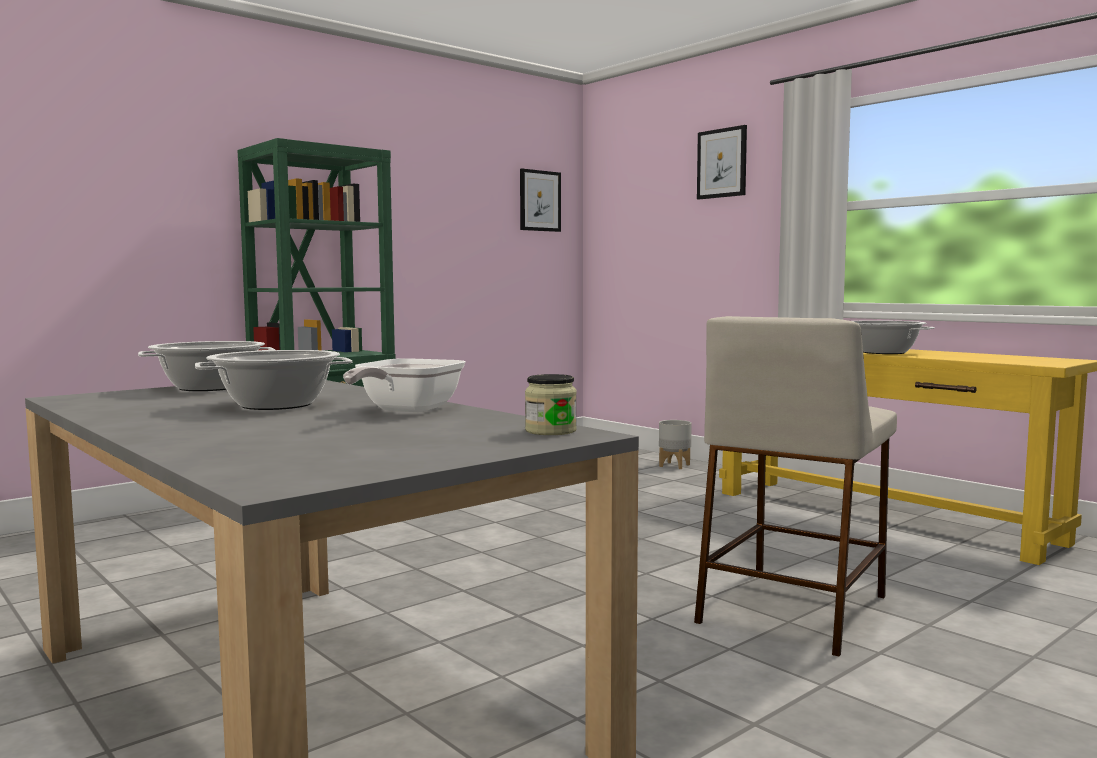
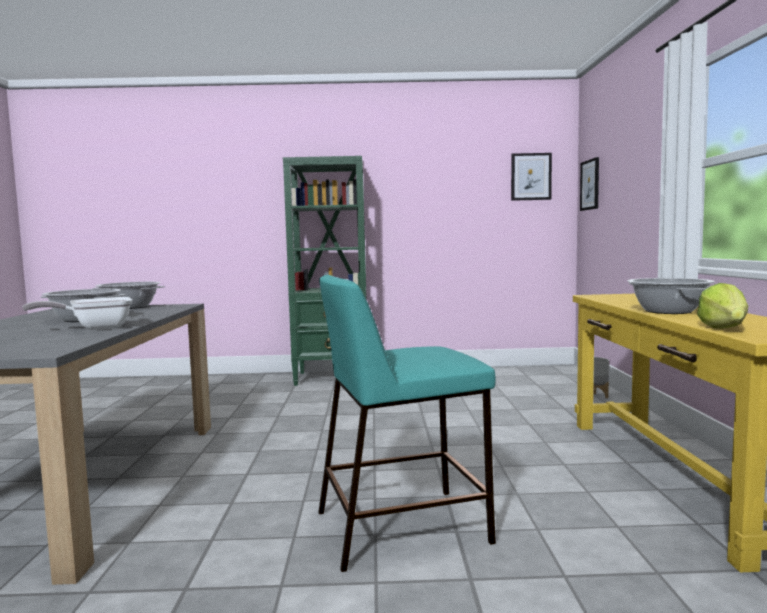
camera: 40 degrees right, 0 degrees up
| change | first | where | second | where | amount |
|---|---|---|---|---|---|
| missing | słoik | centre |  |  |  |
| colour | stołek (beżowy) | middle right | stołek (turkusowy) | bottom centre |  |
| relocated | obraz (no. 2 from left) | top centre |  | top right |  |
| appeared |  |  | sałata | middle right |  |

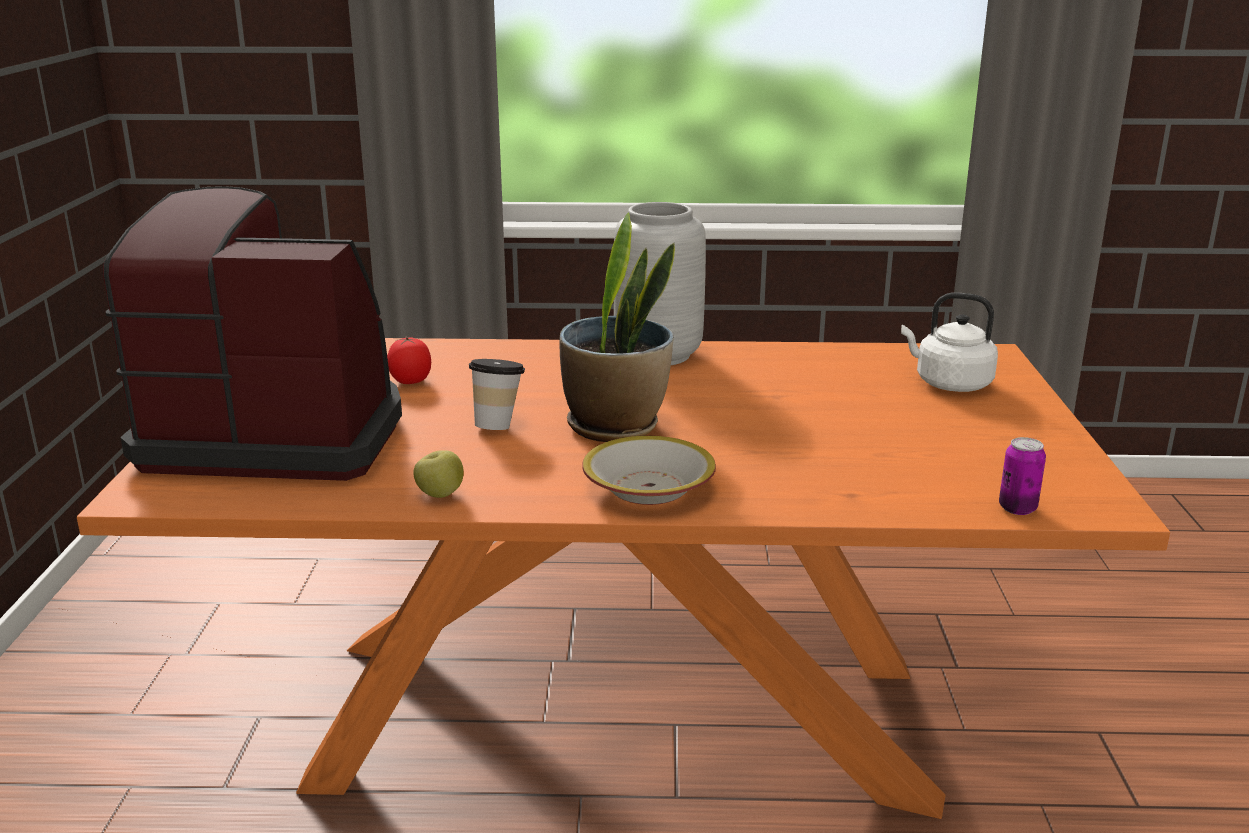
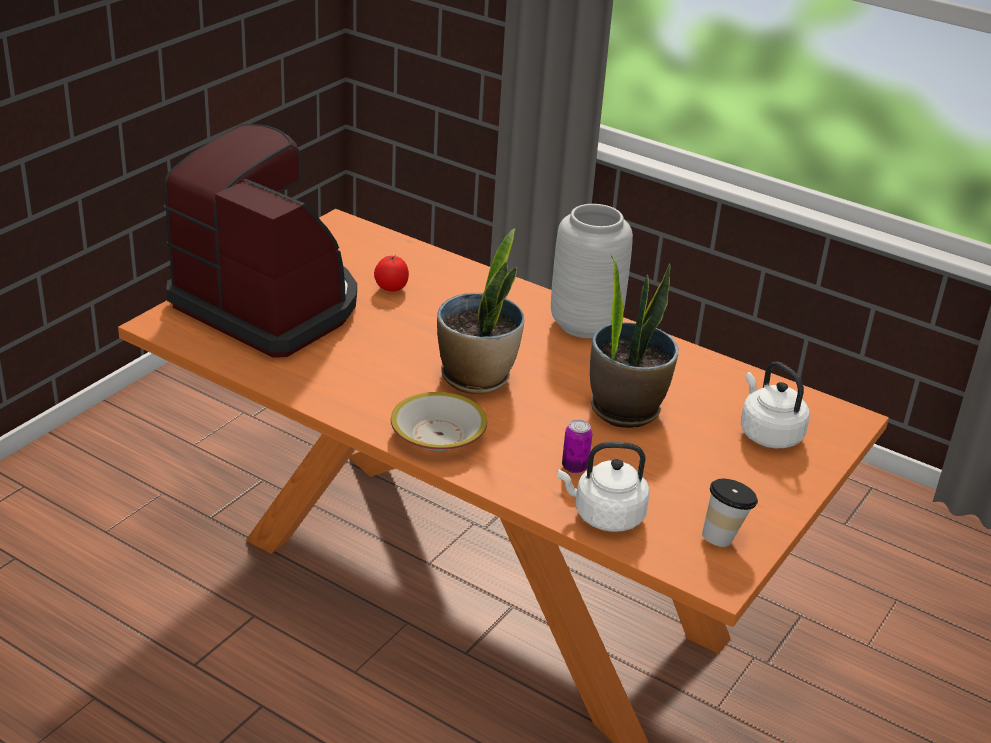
camera: 30 degrees right, 10 degrees up
| change | first | where | second | where | amount |
|---|---|---|---|---|---|
| missing | jabłko | centre |  |  |  |
| relocated | filiżanka | centre |  | bottom right |  |
| relocated | puszka | middle right |  | centre |  |
| appeared |  |  | czajnik (biały) (no. 1 from left) | centre |  |
| appeared |  |  | roślina doniczkowa (no. 2 from left) | centre |  |

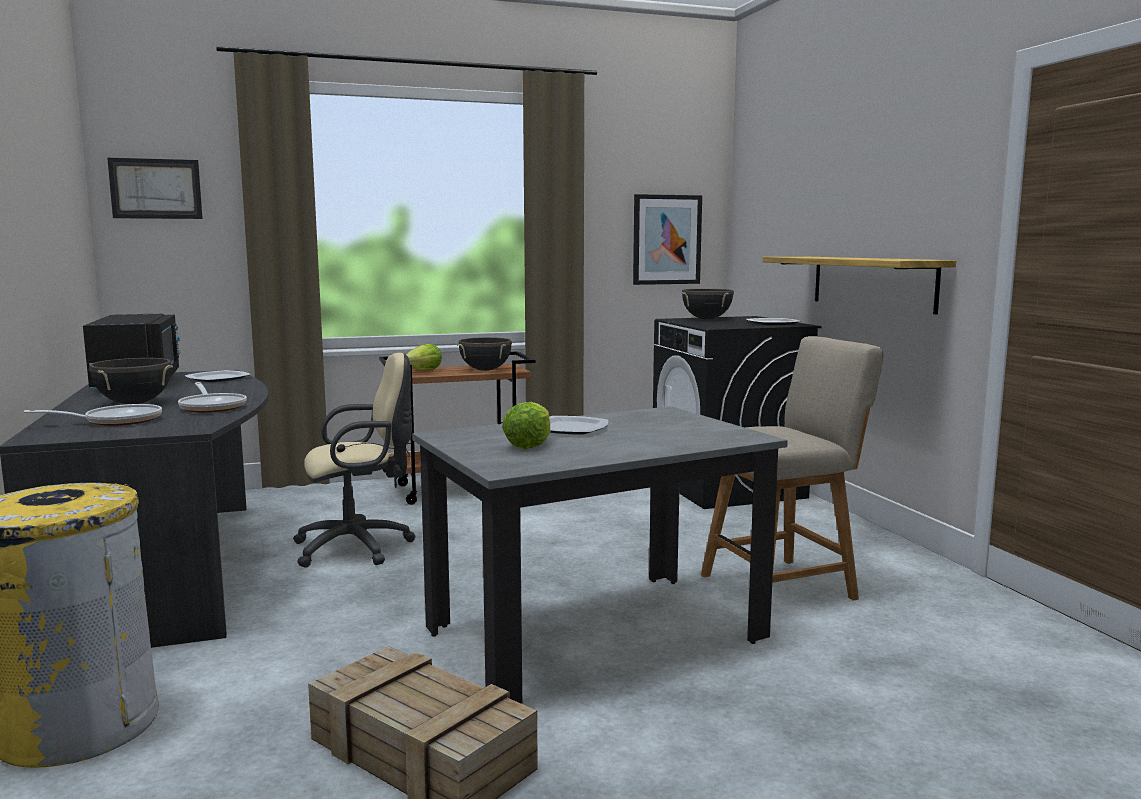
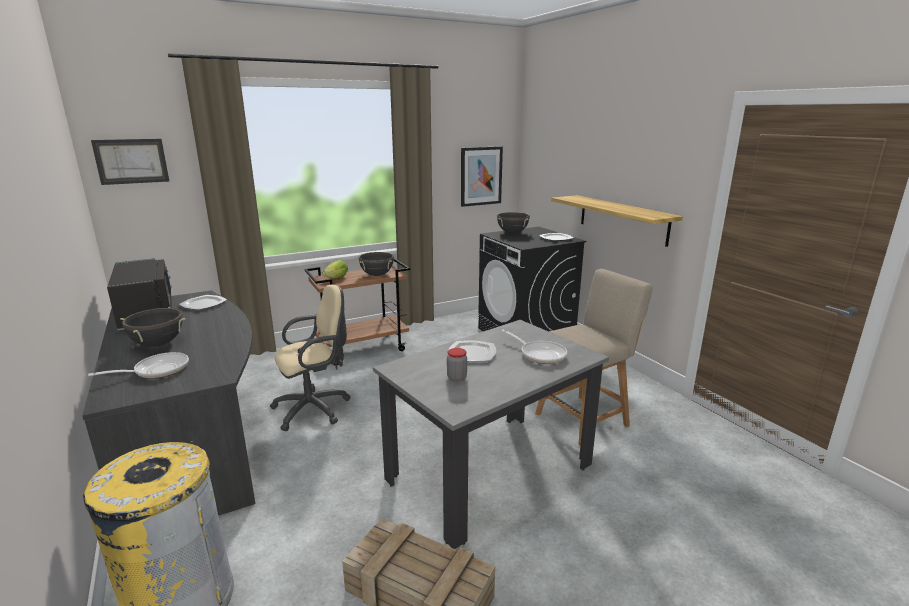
camera: 10 degrees left, 10 degrees up
| change | first | where | second | where | amount |
|---|---|---|---|---|---|
| relocated | patelnia (no. 2 from left) | middle left |  | centre |  |
| exchanged | sałata (no. 2 from left) | centre | słoik | centre |  |

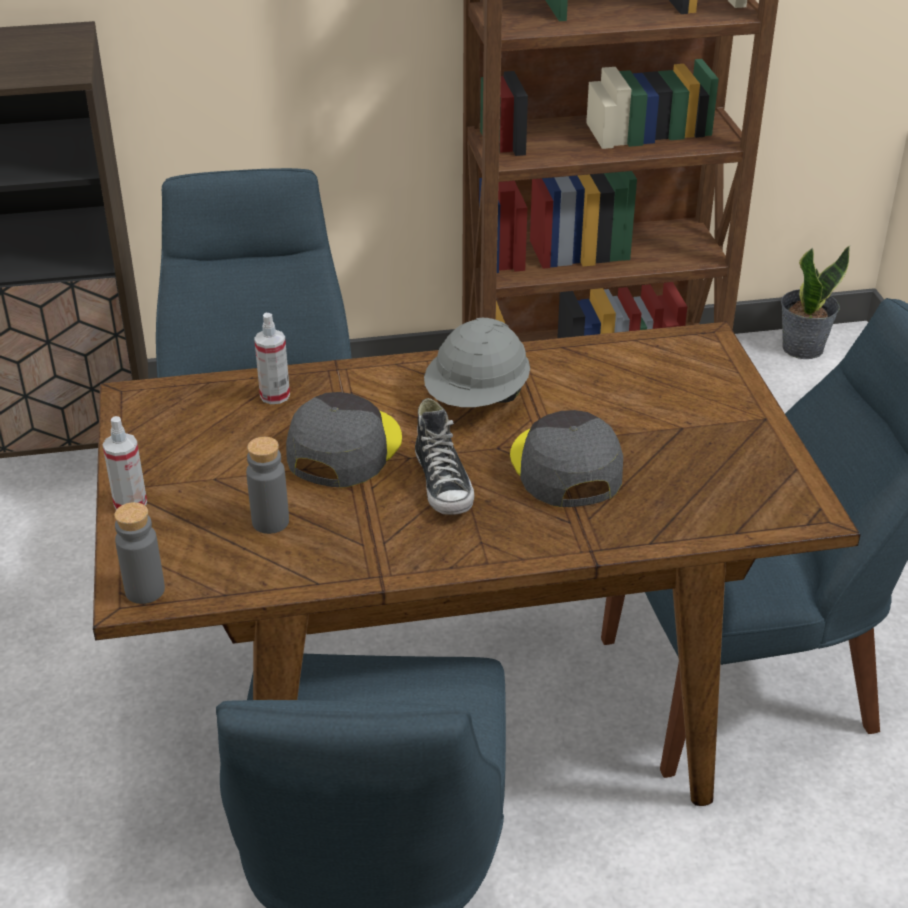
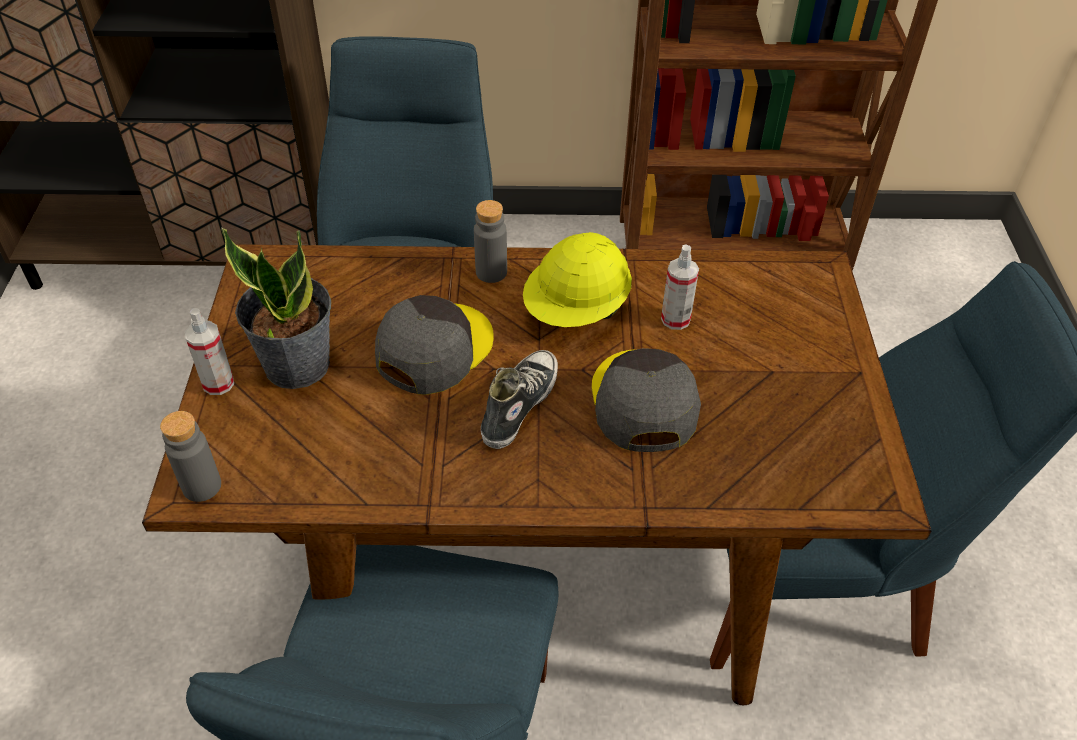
camera: 10 degrees right, 10 degrees up
| change | first | where | second | where | amount |
|---|---|---|---|---|---|
| relocated | butelka (szary) (no. 2 from left) | middle left |  | top centre |  |
| relocated | spryskiwacz (no. 2 from left) | middle left |  | centre |  |
| spun | but | centre |  | centre | 150 degrees counterclockwise |
| colour | kask (szary) | centre | kask (żółty) | centre |  |
| relocated | roślina doniczkowa | top right |  | middle left |  |

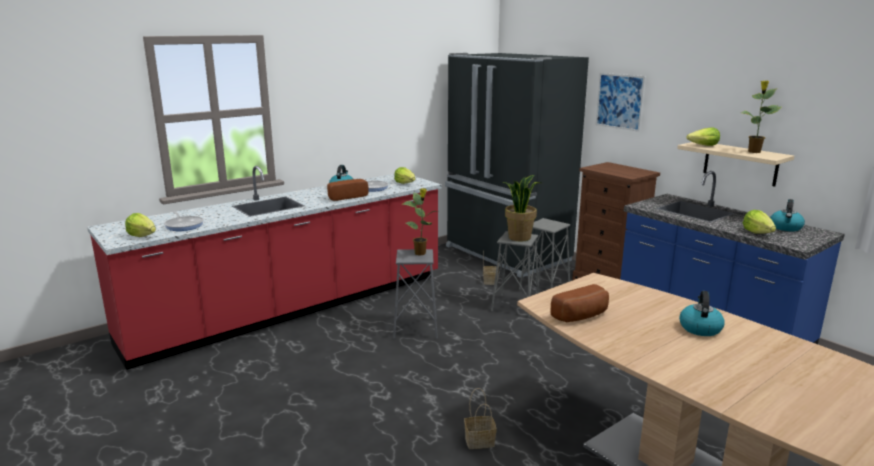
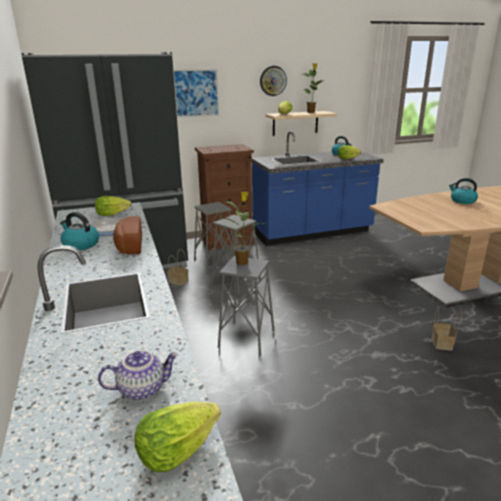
camera: 70 degrees left, 5 degrees up
| change | first | where | second | where | amount |
|---|---|---|---|---|---|
| exchanged | patelnia (no. 1 from left) | middle left | imbryk | bottom left |  |
| missing | roślina doniczkowa (no. 2 from left) | centre |  |  |  |
| missing | chleb (no. 2 from left) | centre |  |  |  |
| appeared |  |  | zegar ścienny | top centre |  |

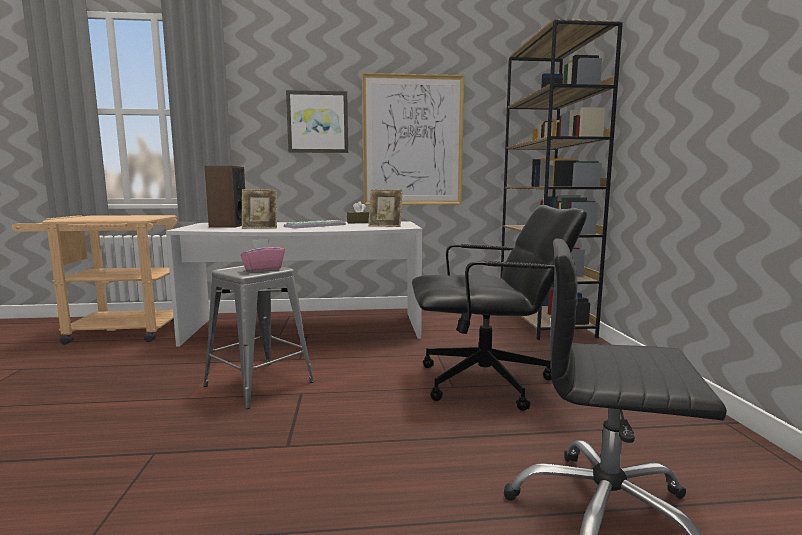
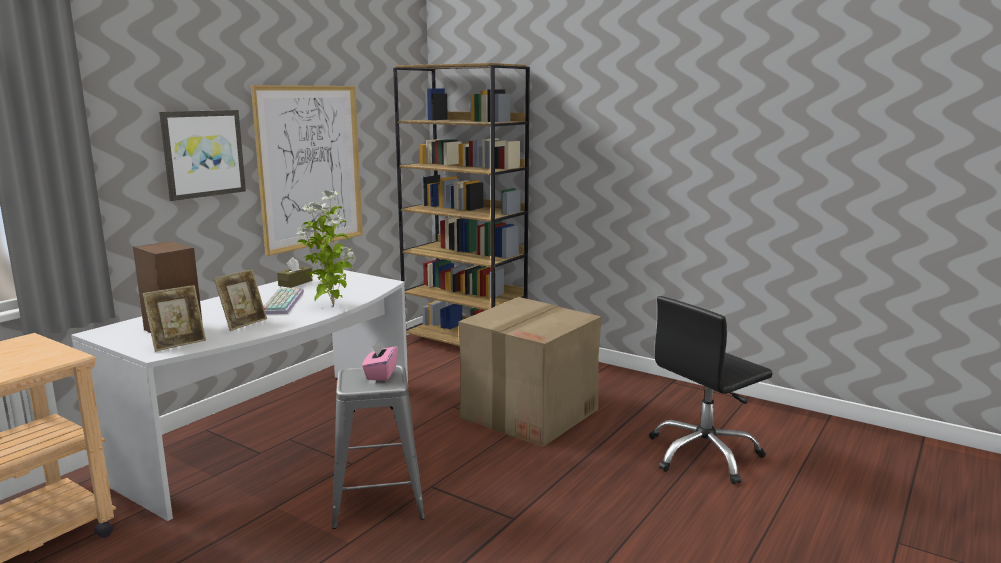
camera: 50 degrees left, 5 degrees up
| change | first | where | second | where | amount |
|---|---|---|---|---|---|
| relocated | ramka na zdjęcie (no. 2 from left in the first image) | centre | ramka na zdjęcie (no. 1 from left) | middle left |  |
| exchanged | krzesło biurowe (czarny) (no. 1 from left) | centre | karton | centre |  |
| appeared |  |  | roślina doniczkowa | middle left |  |

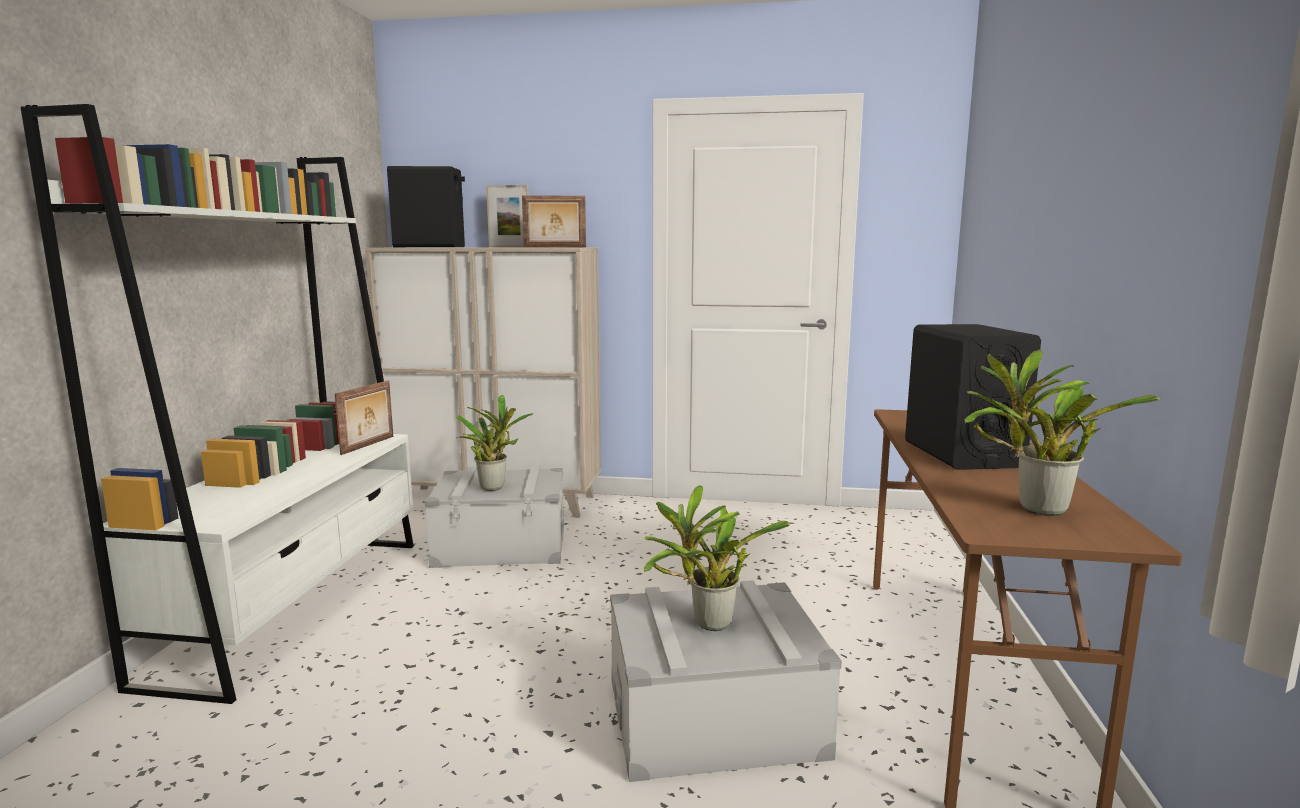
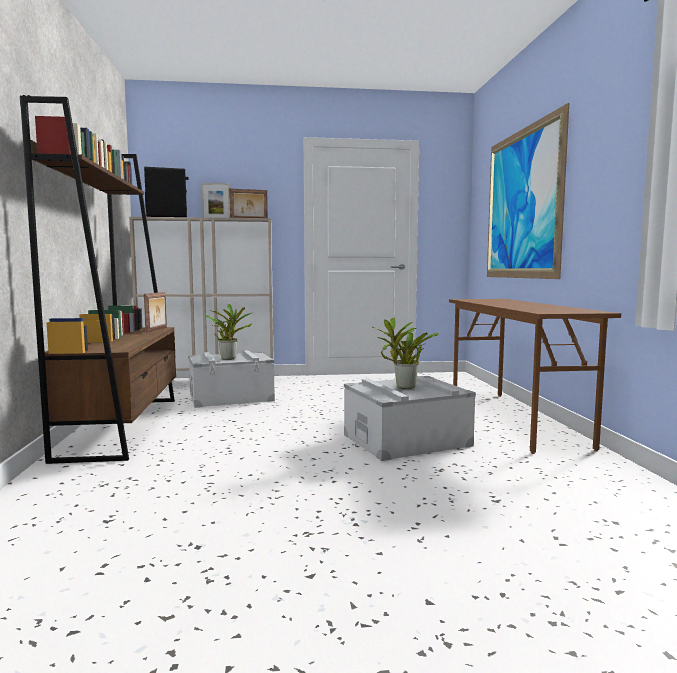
camera: 15 degrees left, 5 degrees down
| change | first | where | second | where | amount |
|---|---|---|---|---|---|
| colour | regał (biały) | middle left | regał (brązowy) | middle left |  |
| missing | głośnik (czarny) (no. 2 from left) | middle right |  |  |  |
| missing | roślina doniczkowa (no. 3 from left) | middle right |  |  |  |
| appeared |  |  | obraz | top right |  |

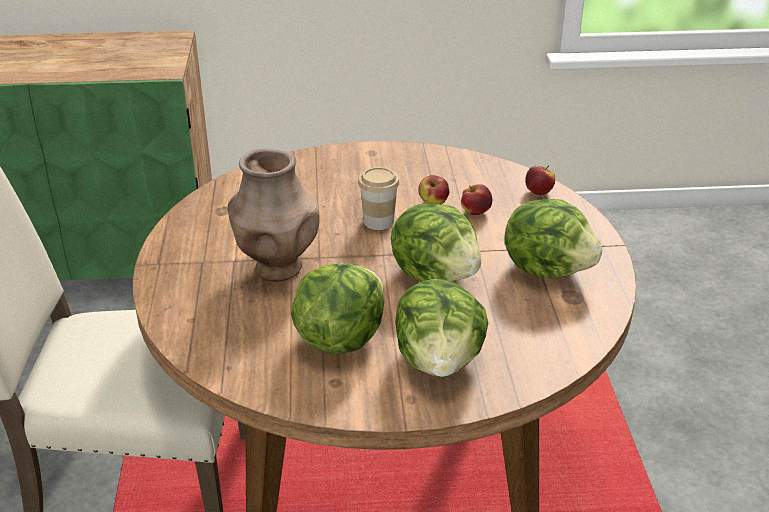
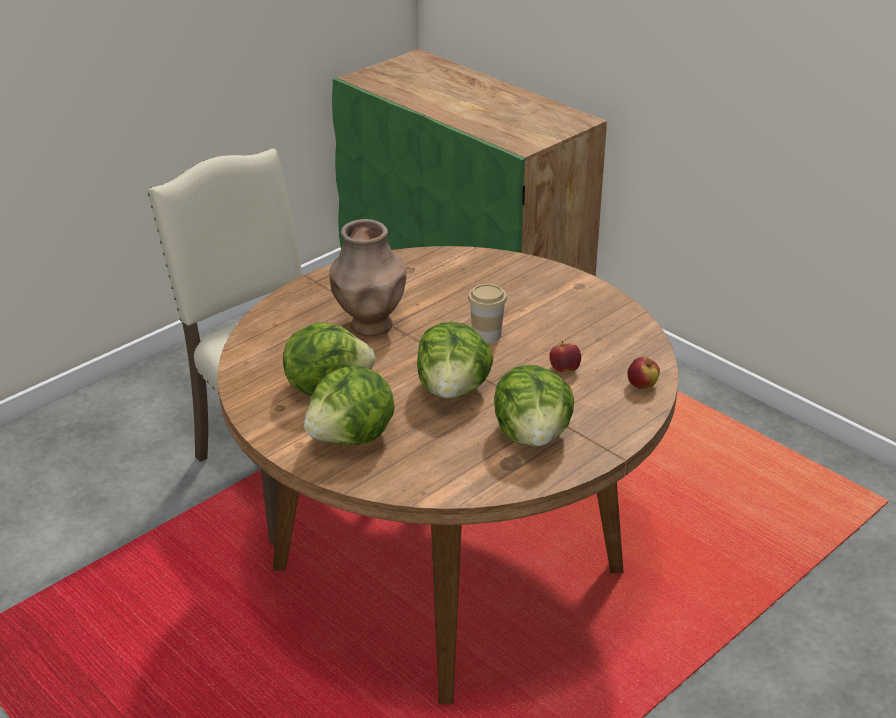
camera: 50 degrees right, 0 degrees up
| change | first | where | second | where | amount |
|---|---|---|---|---|---|
| missing | jabłko (no. 1 from left) | centre |  |  |  |

